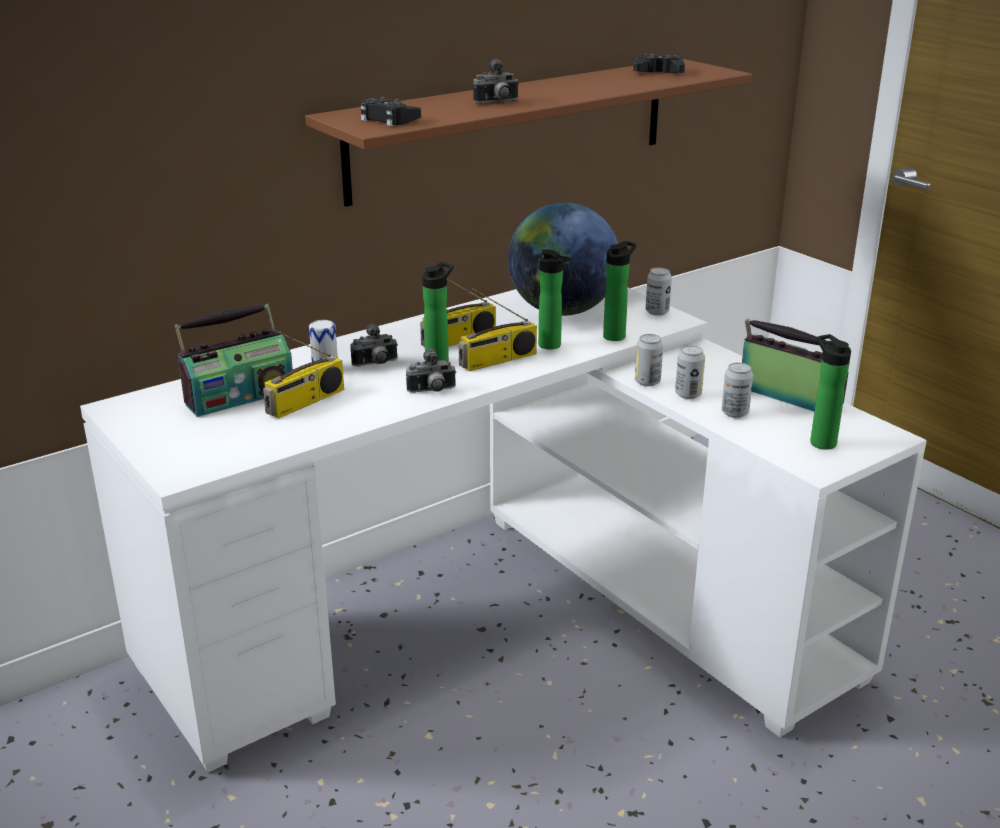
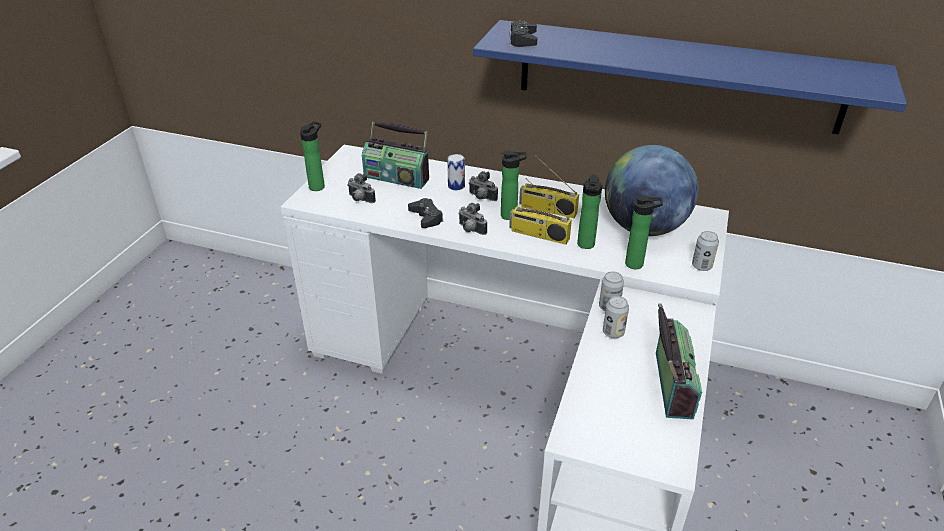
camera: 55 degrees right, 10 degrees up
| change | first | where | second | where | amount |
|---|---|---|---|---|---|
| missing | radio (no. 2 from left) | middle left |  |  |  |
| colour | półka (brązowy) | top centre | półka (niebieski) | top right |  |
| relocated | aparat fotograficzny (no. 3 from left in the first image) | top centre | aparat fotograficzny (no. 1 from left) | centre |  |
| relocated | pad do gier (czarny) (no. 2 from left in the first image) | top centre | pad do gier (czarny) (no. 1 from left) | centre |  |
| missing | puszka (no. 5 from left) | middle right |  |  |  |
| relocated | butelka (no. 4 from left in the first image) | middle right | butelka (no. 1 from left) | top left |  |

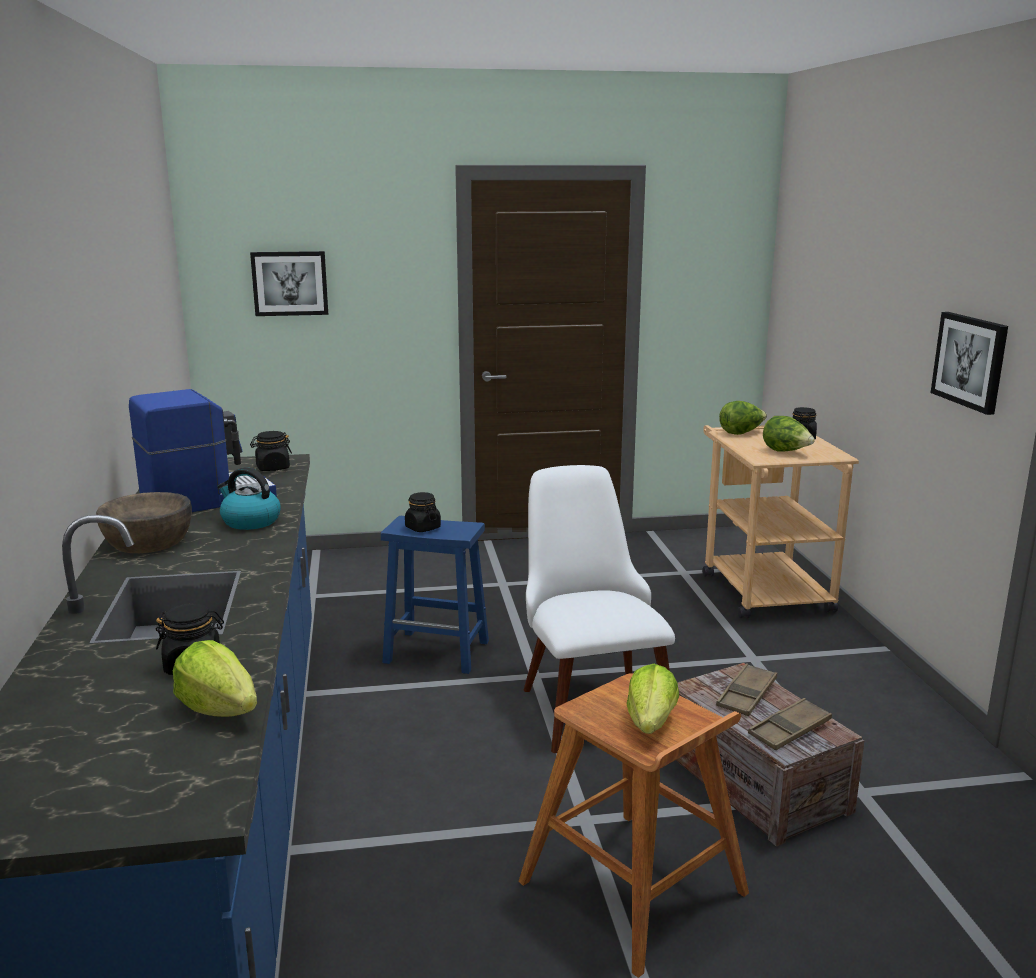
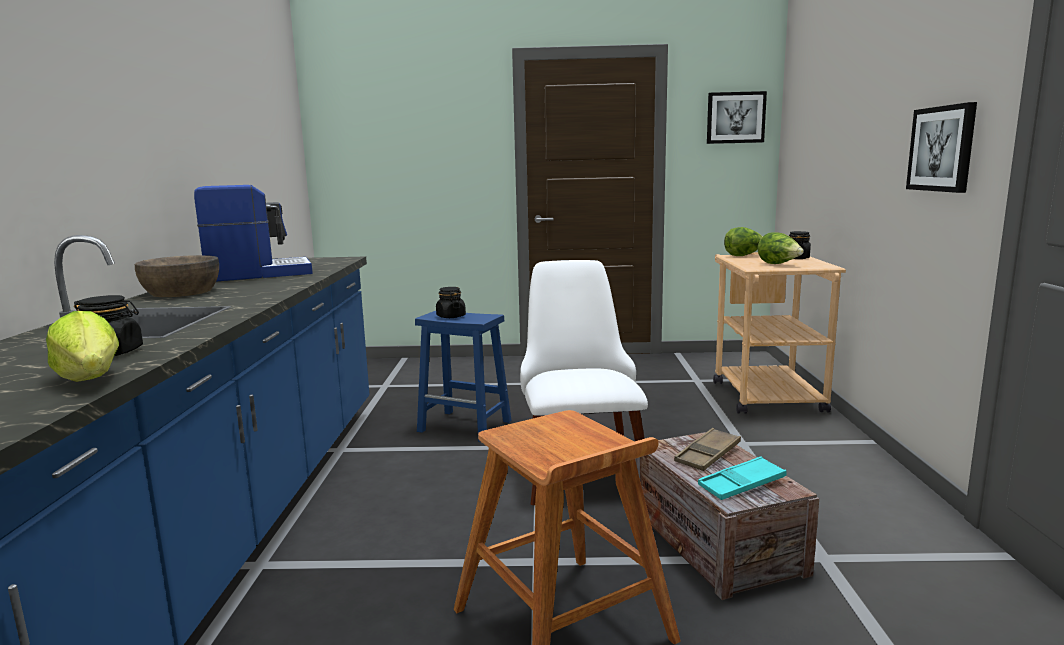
camera: 10 degrees right, 5 degrees down
| change | first | where | second | where | amount |
|---|---|---|---|---|---|
| missing | czajnik | middle left |  |  |  |
| relocated | obraz (no. 1 from left) | top left |  | top right |  |
| missing | słoik (czarny) (no. 2 from left) | middle left |  |  |  |
| missing | sałata (no. 2 from left) | bottom centre |  |  |  |
| colour | taca (brązowy) (no. 2 from left) | bottom right | taca (turkusowy) | bottom right |  |

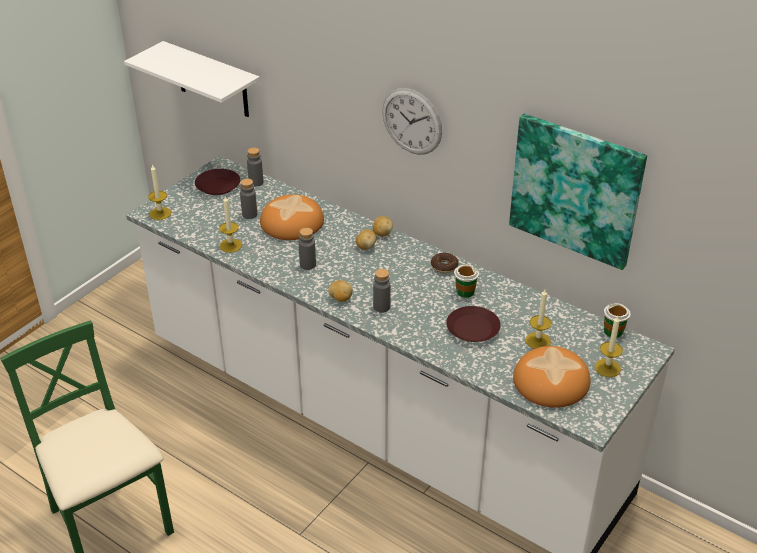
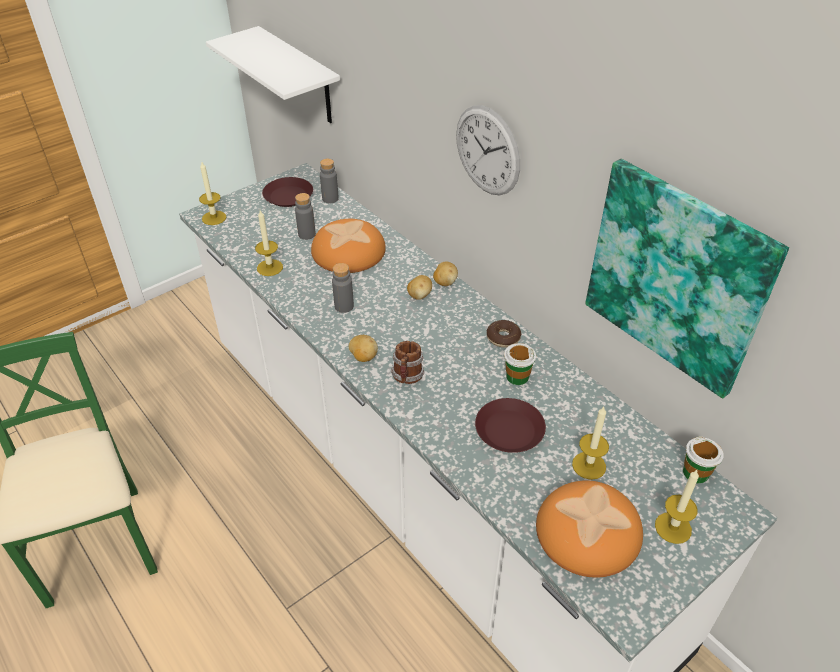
camera: 15 degrees right, 5 degrees up
| change | first | where | second | where | amount |
|---|---|---|---|---|---|
| exchanged | butelka (szary) (no. 4 from left) | centre | kubek | centre |  |

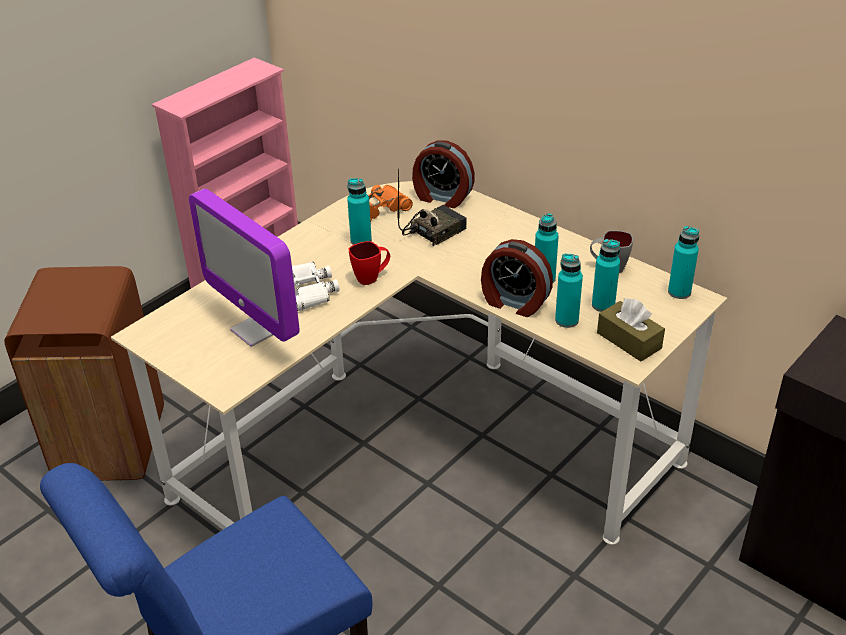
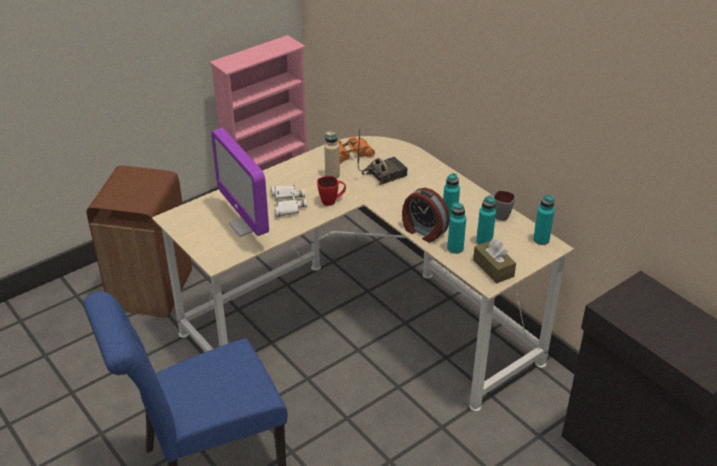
camera: 10 degrees right, 0 degrees up
| change | first | where | second | where | amount |
|---|---|---|---|---|---|
| colour | butelka (turkusowy) (no. 1 from left) | top centre | butelka (beżowy) | top centre |  |
| missing | budzik (no. 1 from left) | top centre |  |  |  |

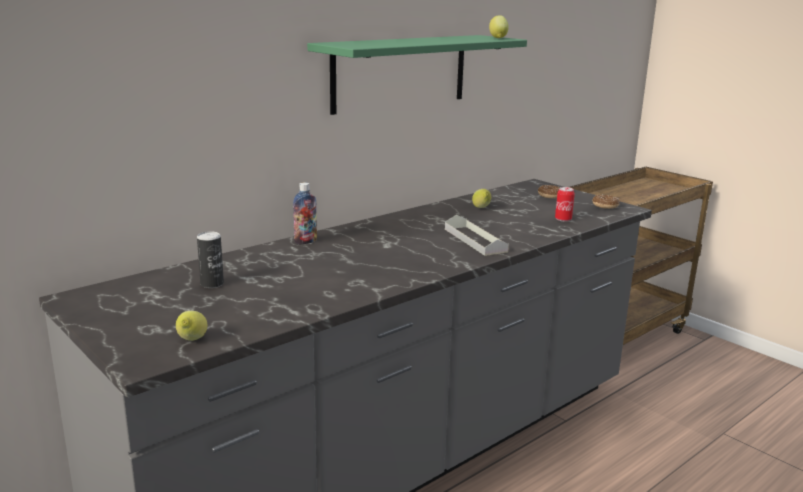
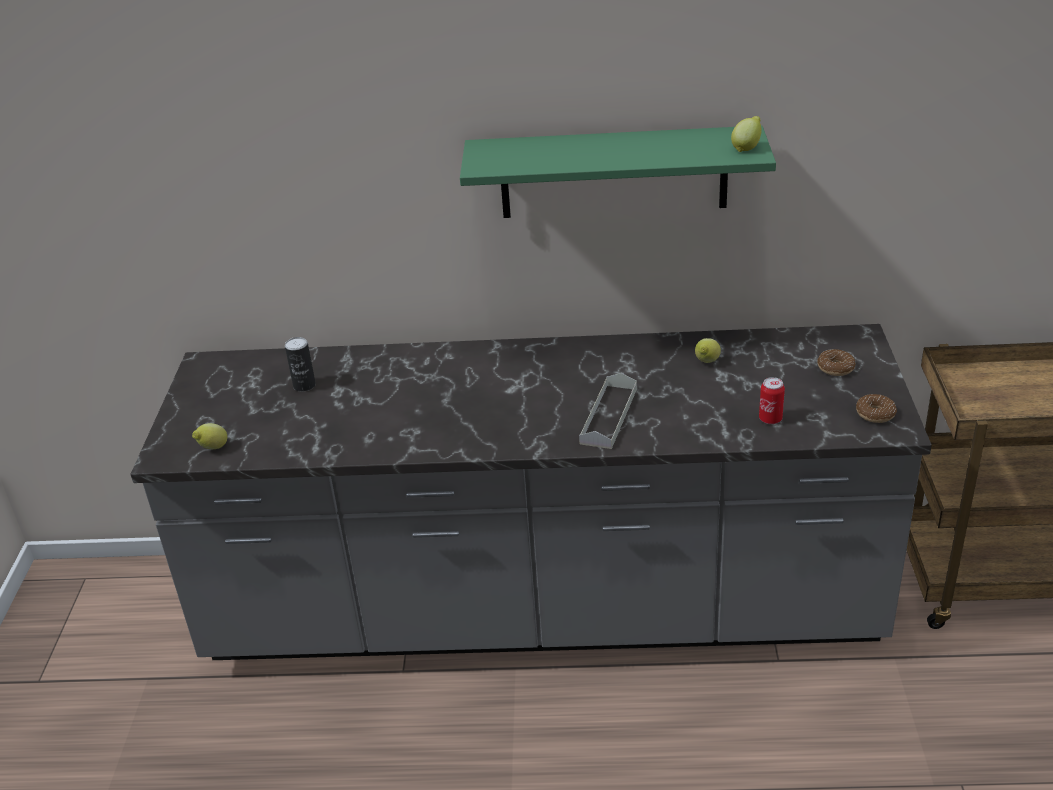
camera: 45 degrees right, 15 degrees up
| change | first | where | second | where | amount |
|---|---|---|---|---|---|
| missing | butelka | centre |  |  |  |

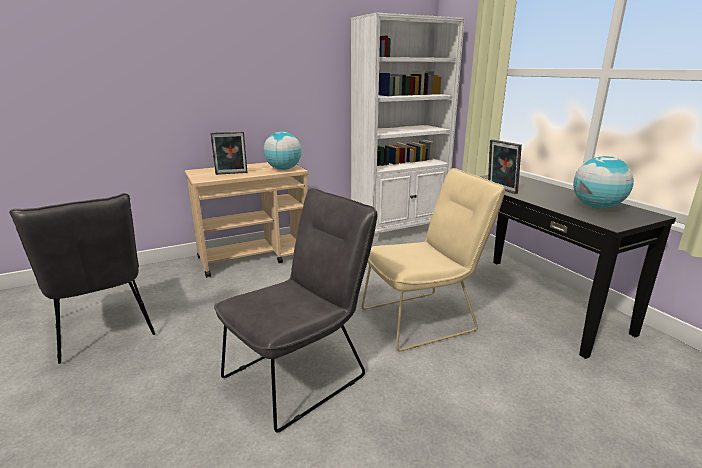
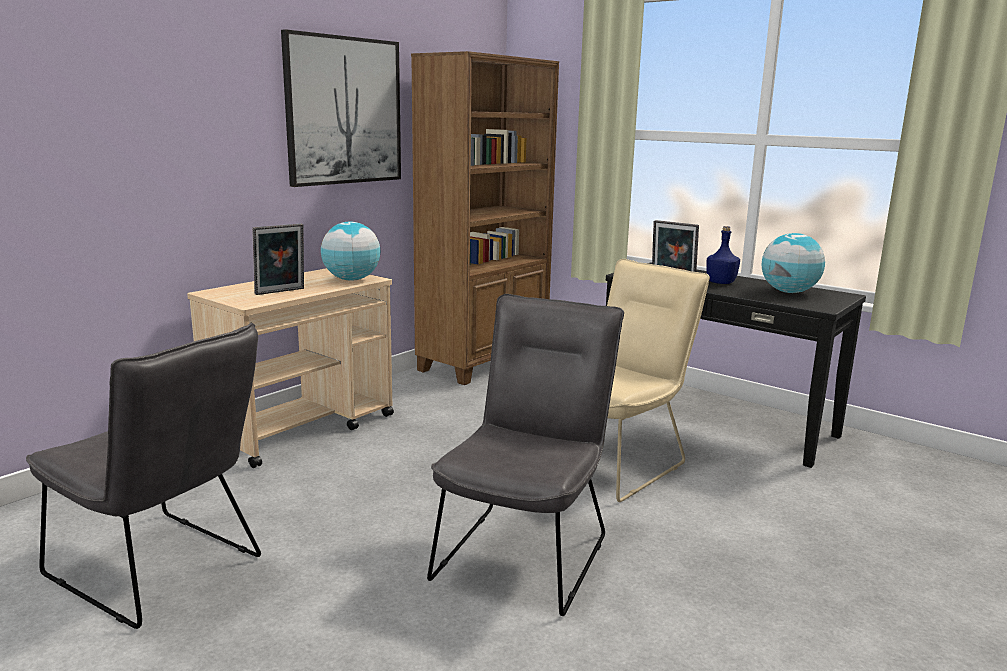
camera: 25 degrees left, 5 degrees down
| change | first | where | second | where | amount |
|---|---|---|---|---|---|
| colour | regał (biały) | top centre | regał (brązowy) | top centre |  |
| appeared |  |  | obraz | top centre |  |
| appeared |  |  | butelka (niebieski) | middle right |  |

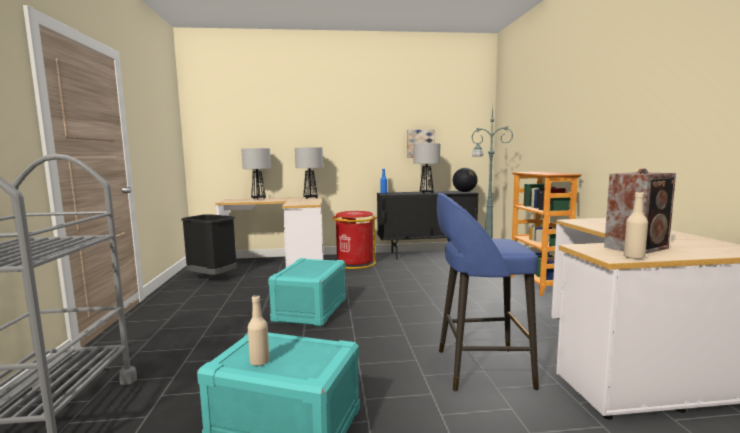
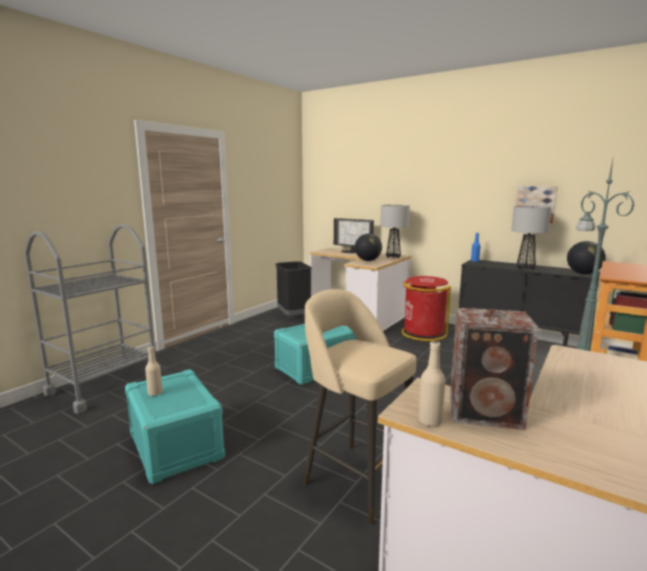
camera: 40 degrees right, 5 degrees up
| change | first | where | second | where | amount |
|---|---|---|---|---|---|
| exchanged | lampa stołowa (no. 1 from left) | centre | monitor | centre |  |
| colour | stołek (niebieski) | bottom centre | stołek (beżowy) | bottom centre |  |
| appeared |  |  | globus (no. 1 from left) | centre |  |

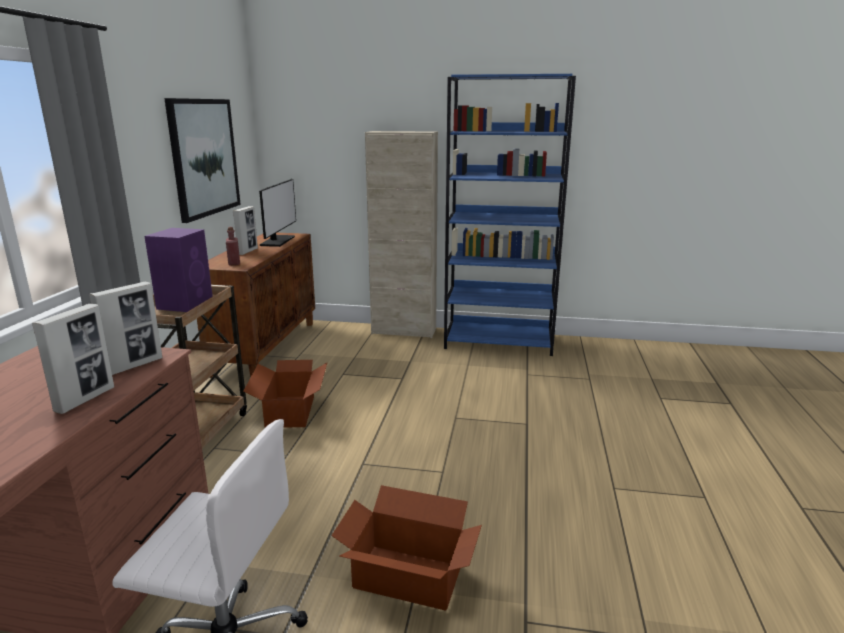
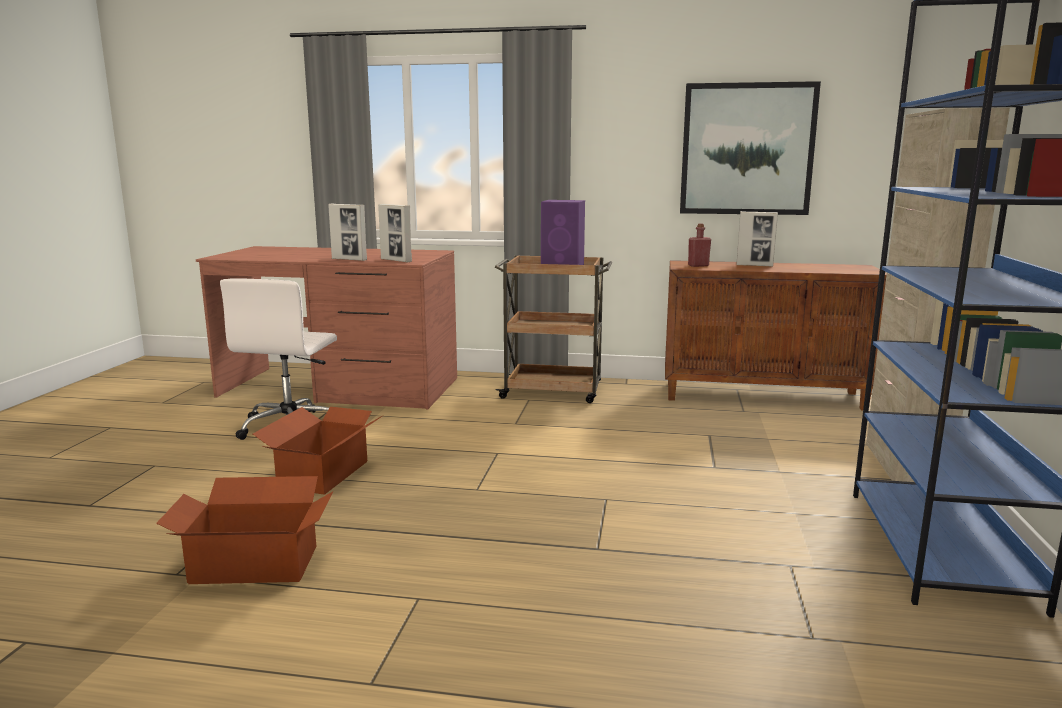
camera: 90 degrees right, 5 degrees down
| change | first | where | second | where | amount |
|---|---|---|---|---|---|
| relocated | karton (no. 1 from left) | centre |  | bottom left |  |
| missing | monitor | middle left |  |  |  |

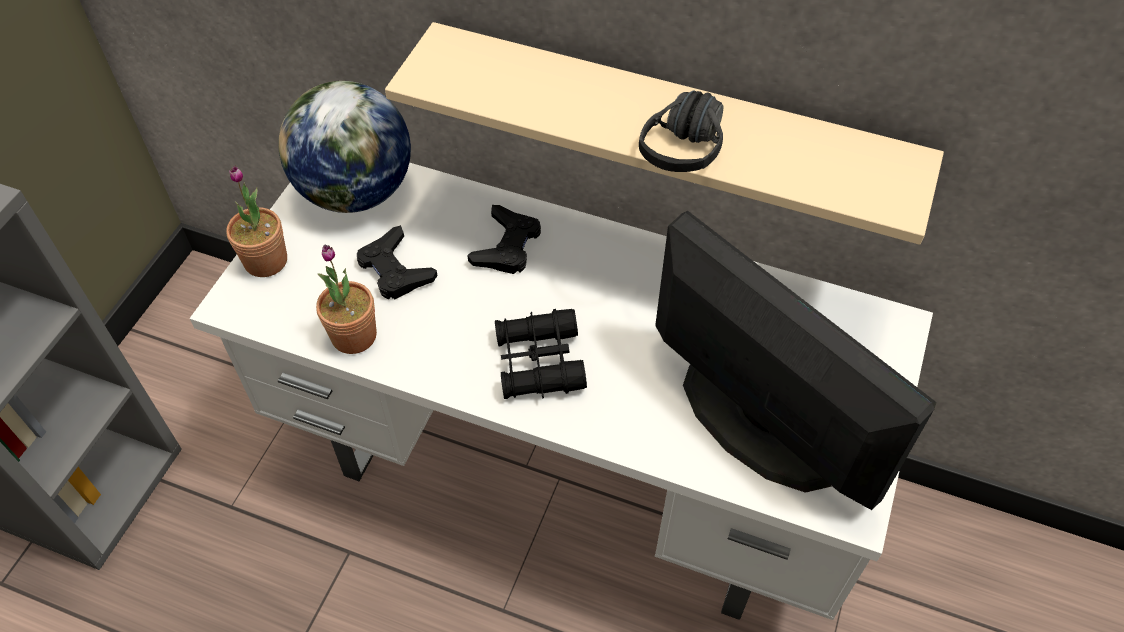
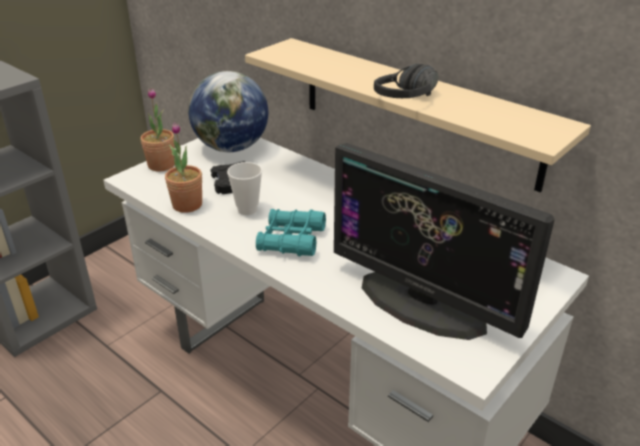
camera: 20 degrees right, 20 degrees down
| change | first | where | second | where | amount |
|---|---|---|---|---|---|
| missing | pad do gier (czarny) (no. 2 from left) | centre |  |  |  |
| colour | lornetka (czarny) | centre | lornetka (turkusowy) | centre |  |
| spun | monitor | middle right |  | middle right | 150 degrees clockwise |
| appeared |  |  | filiżanka | centre |  |

